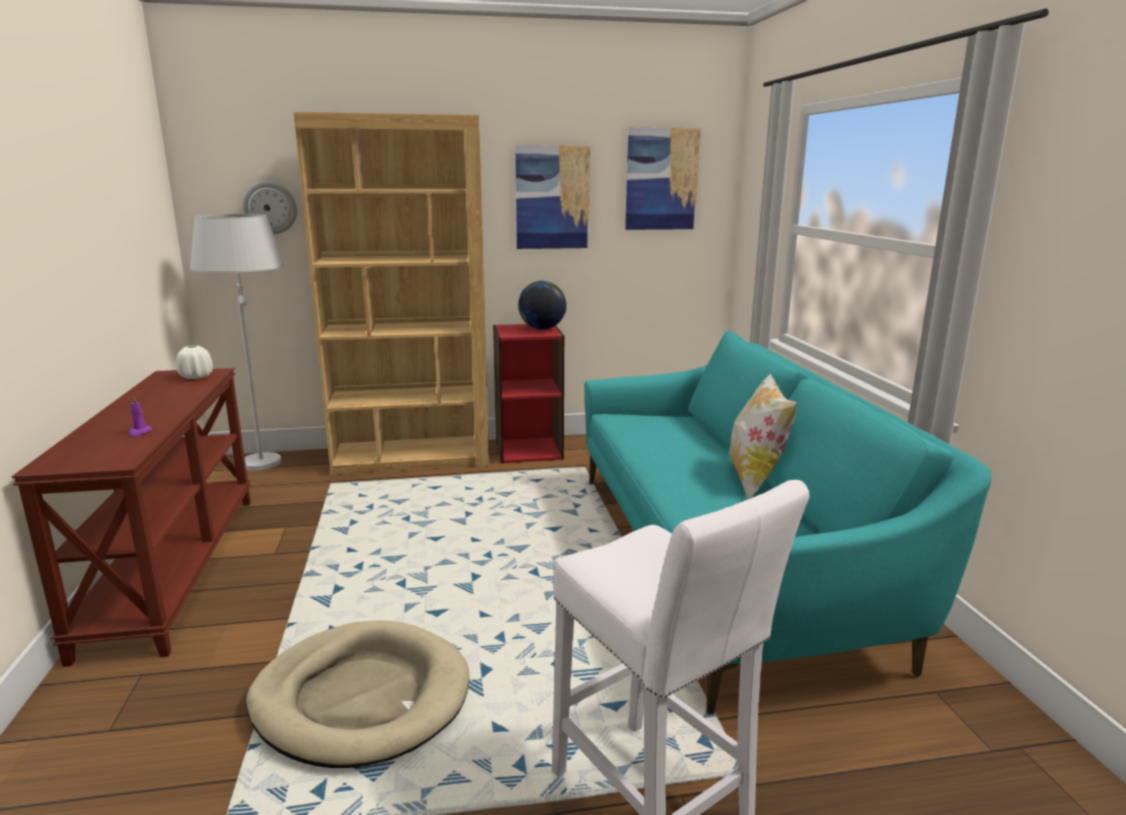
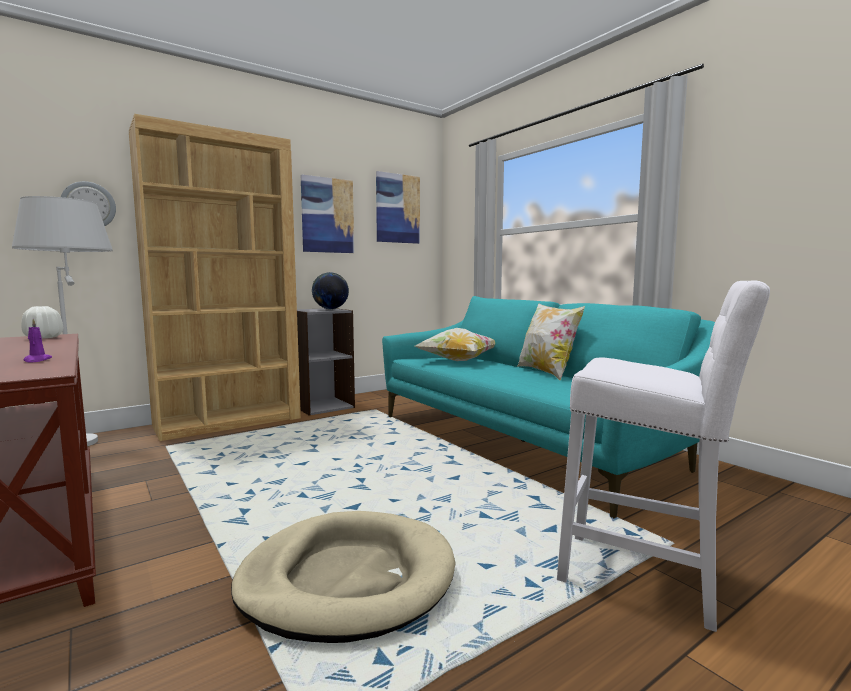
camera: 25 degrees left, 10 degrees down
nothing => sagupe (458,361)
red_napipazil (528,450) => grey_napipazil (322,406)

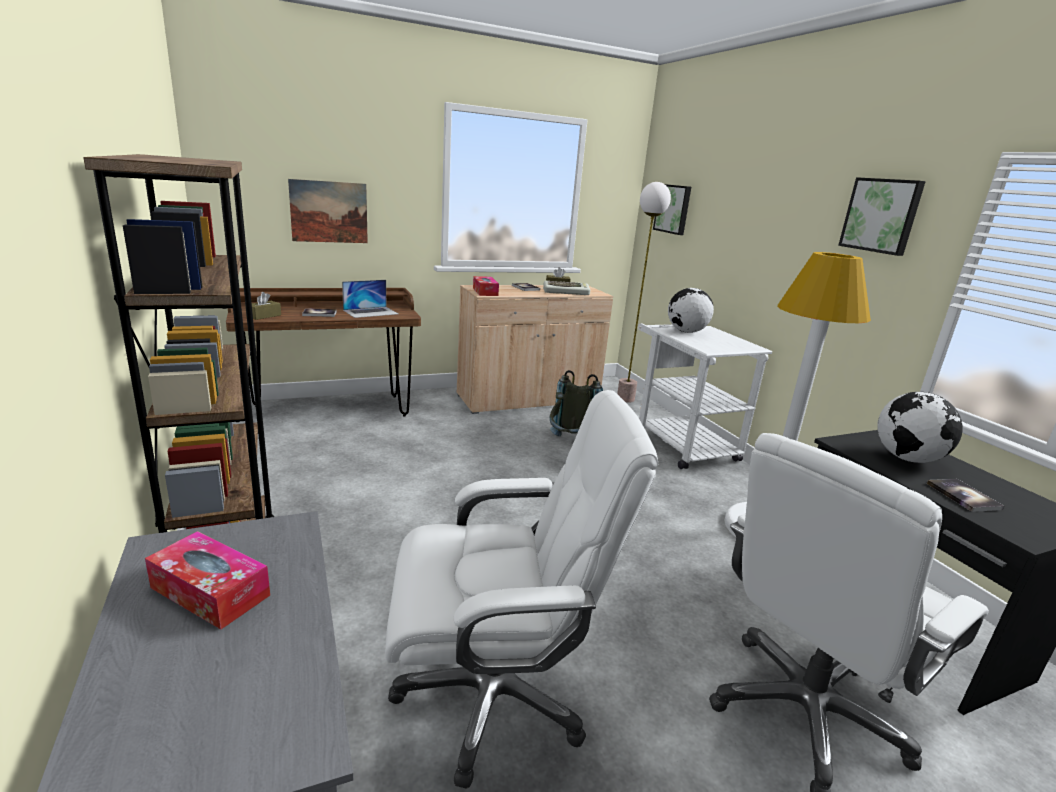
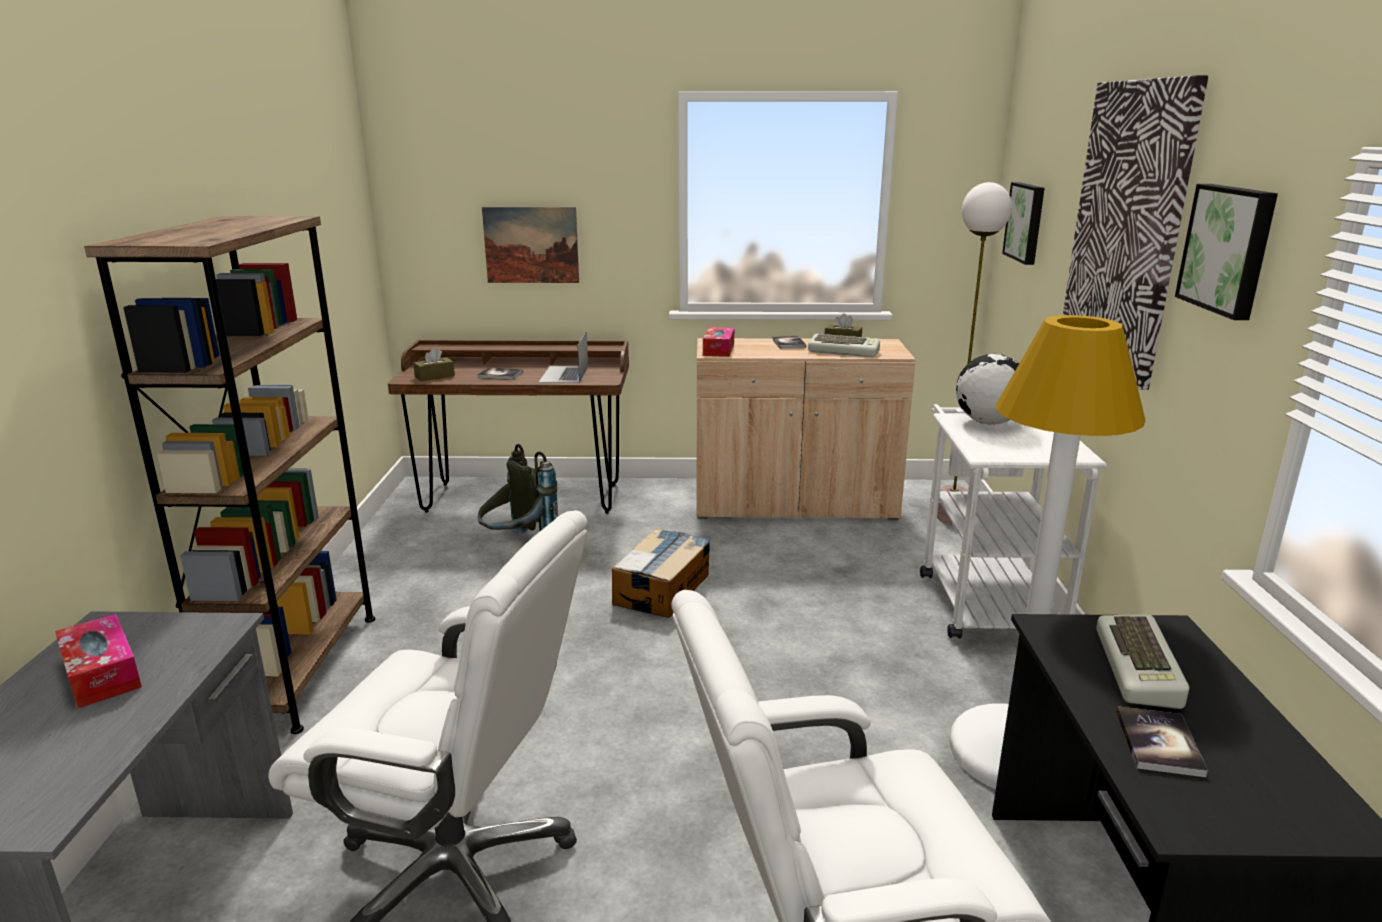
camera: 25 degrees right, 0 degrees up
nothing => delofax (662,588)
nothing => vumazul (1127,228)
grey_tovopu (570,444) => grey_tovopu (518,545), shifted
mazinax (907,459) => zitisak (1141,669)
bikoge (371,312) => bikoge (564,374), 105 degrees clockwise

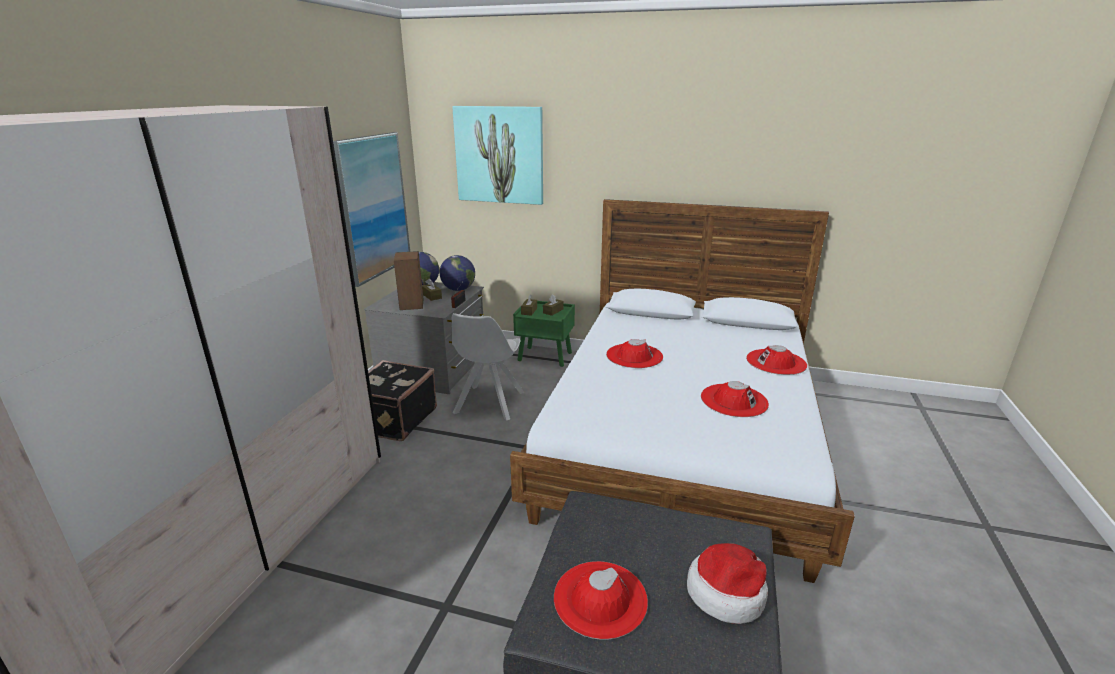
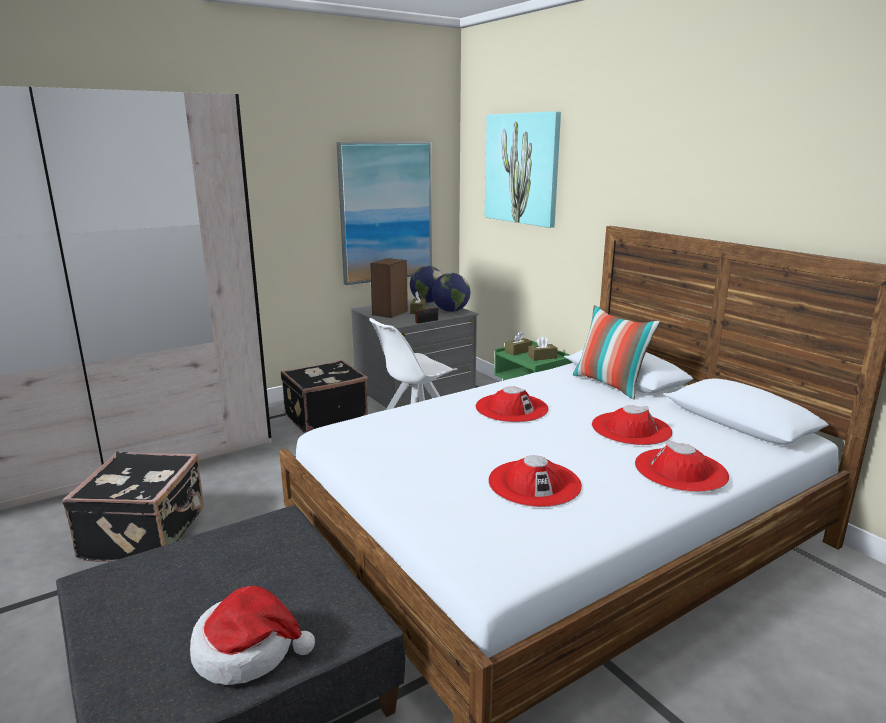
camera: 40 degrees right, 5 degrees down
nothing => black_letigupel (147,534)
nothing => sagupe (610,385)
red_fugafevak (600,598) => red_fugafevak (631,428), shifted

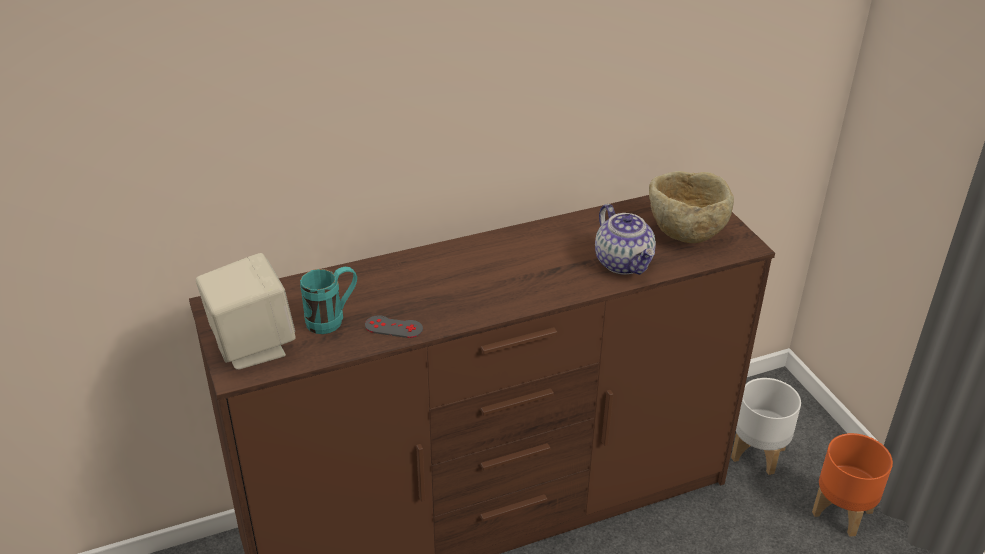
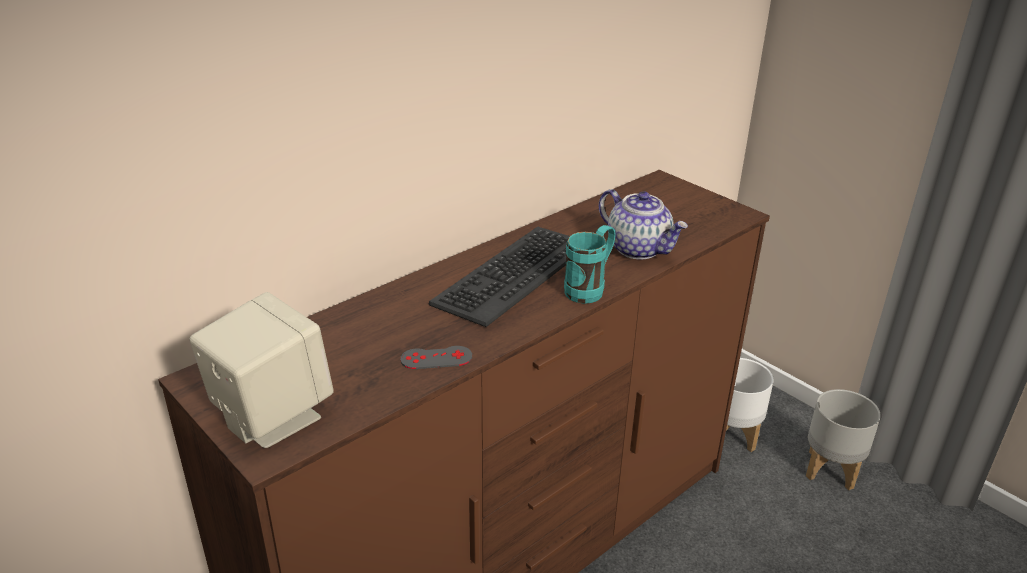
camera: 20 degrees left, 5 degrees down
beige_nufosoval (685,232) => nothing
nothing => zitisak (512,274)
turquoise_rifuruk (333,320) => turquoise_rifuruk (590,289), shifted
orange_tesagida (841,512) => grey_tesagida (829,469)

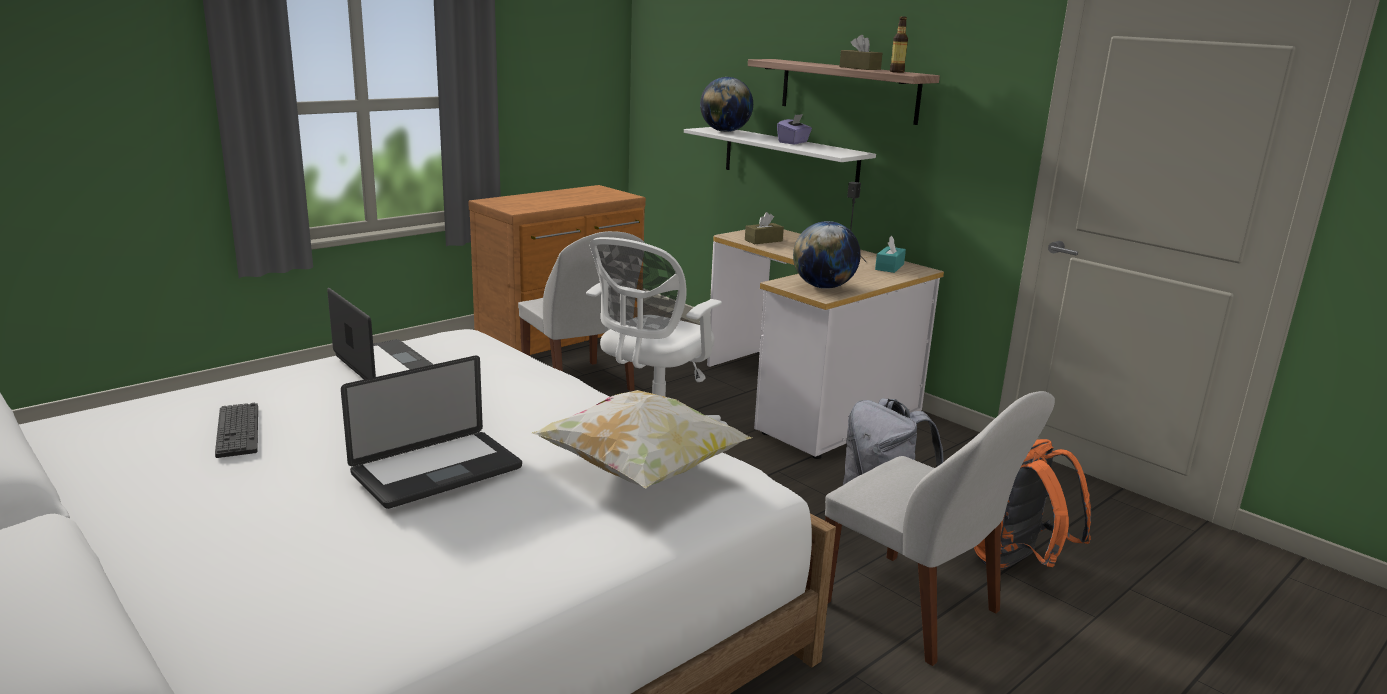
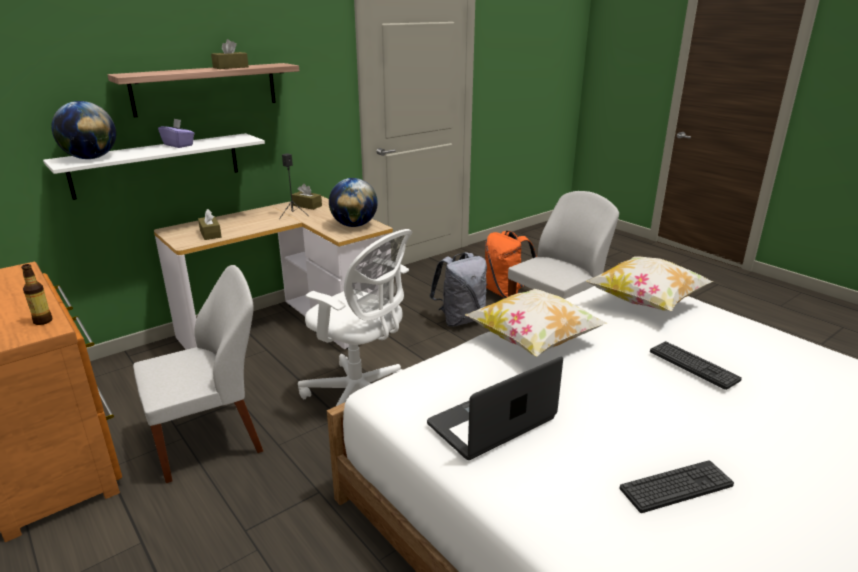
camera: 85 degrees left, 5 degrees up
nothing => sagupe (533,341)
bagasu (897,72) => bagasu (43,321), shifted
bikoge (437,471) => zitisak (693,365)
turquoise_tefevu (889,267) => brown_tefevu (307,205)

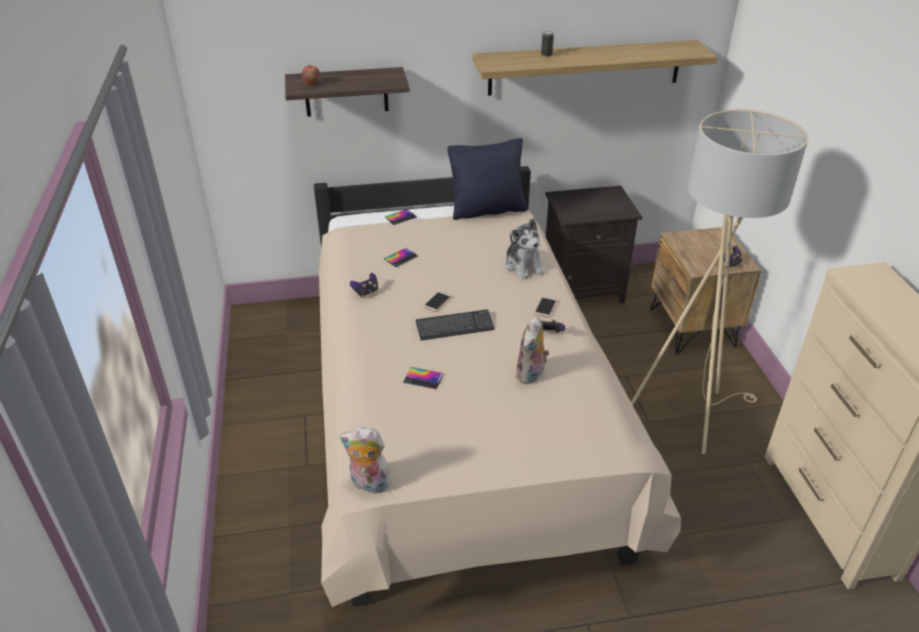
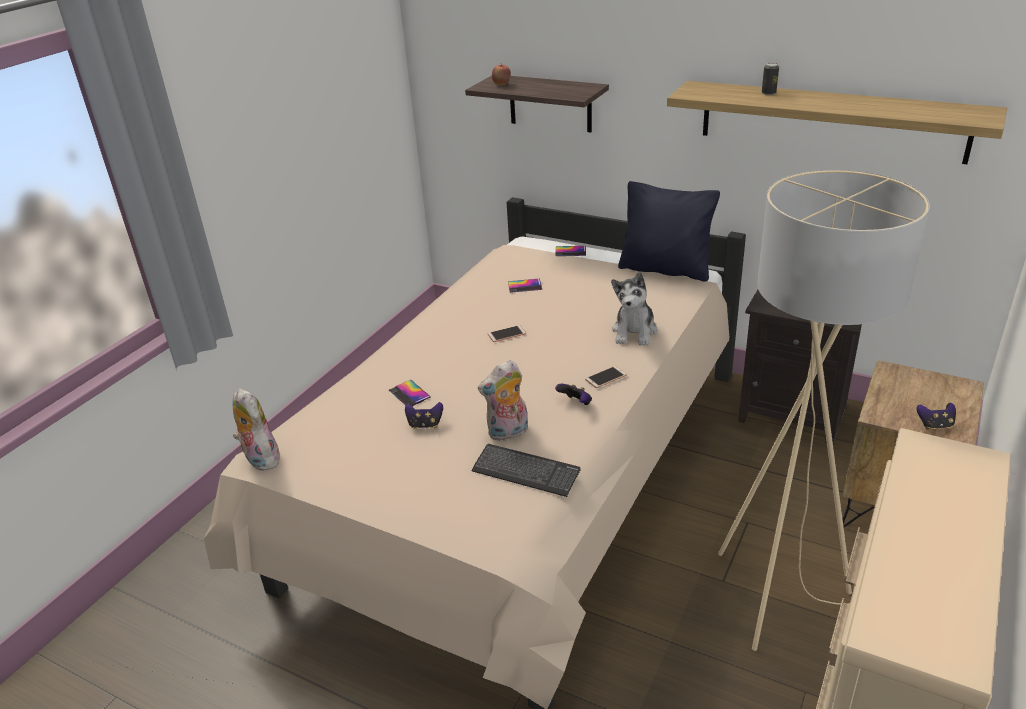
camera: 40 degrees right, 5 degrees down
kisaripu (366,292) => kisaripu (425,425), shifted
zitisak (454,326) => zitisak (526,472), shifted

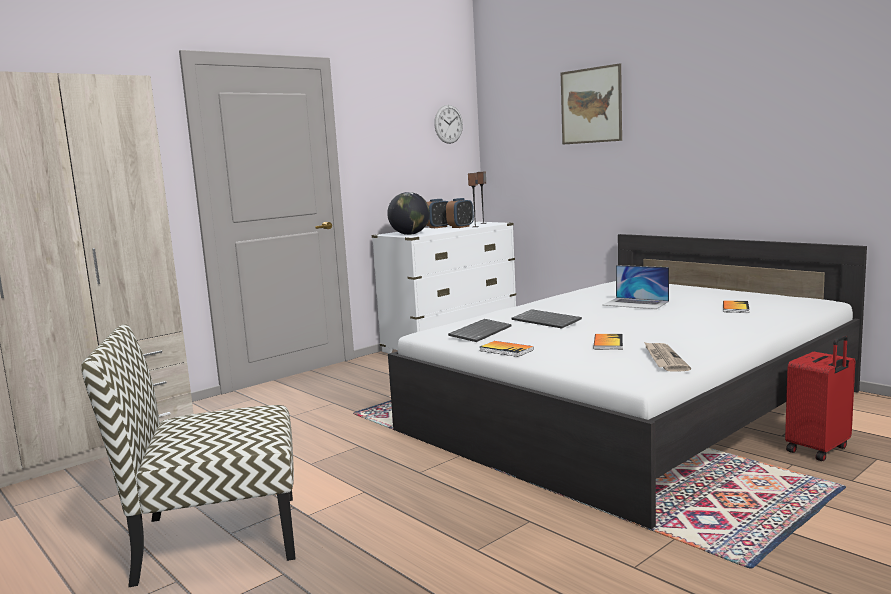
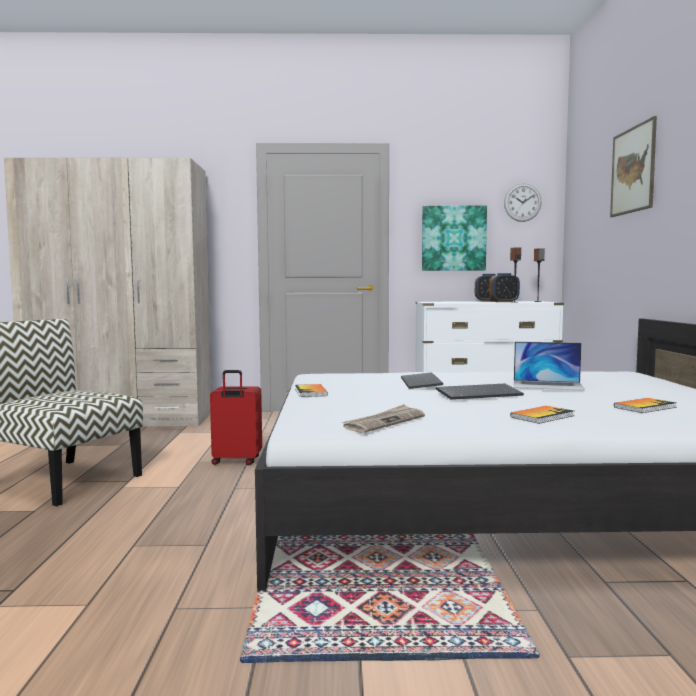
camera: 40 degrees right, 5 degrees down
mazinax (410,234) => nothing
nothing => vumazul (453,238)
zitisak (480,332) => zitisak (479,394), shifted
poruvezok (608,343) => poruvezok (542,416), shifted
red_letigupel (819,449) => red_letigupel (236,461), shifted
bikoge (636,303) => bikoge (547,385), 60 degrees counterclockwise

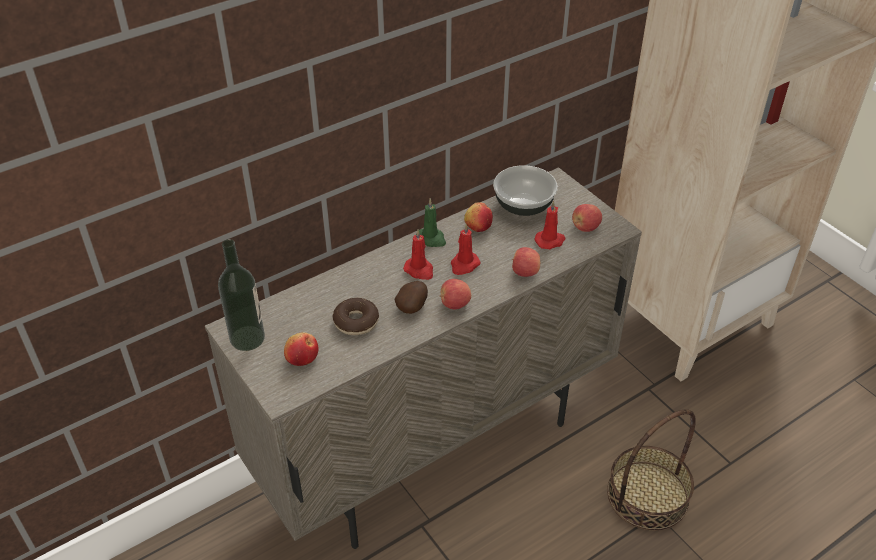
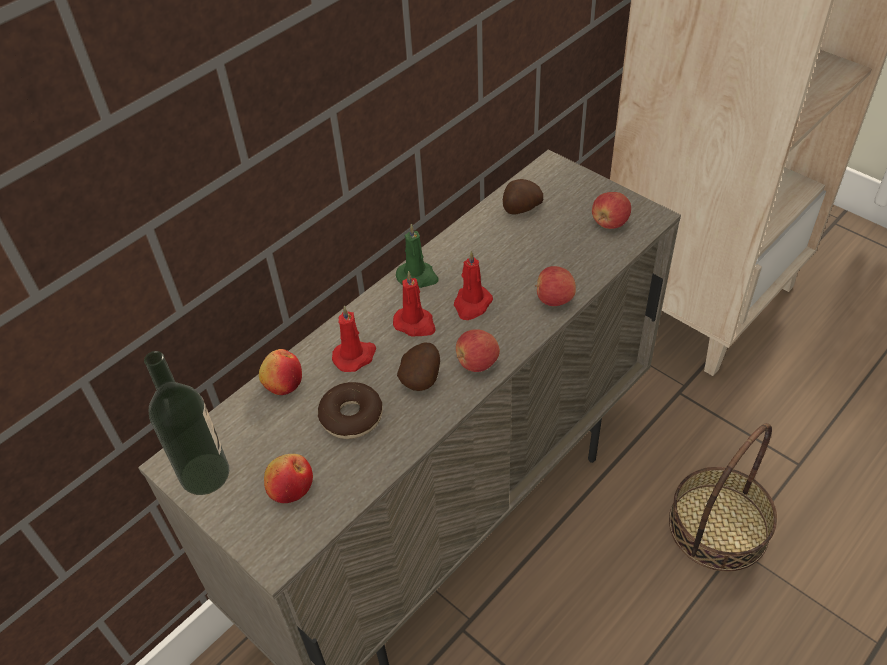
camera: 10 degrees left, 5 degrees up
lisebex (478,226) => lisebex (283,384), shifted
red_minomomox (550,241) => red_minomomox (355,356), shifted
nufosoval (522,206) => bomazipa (521,208)

